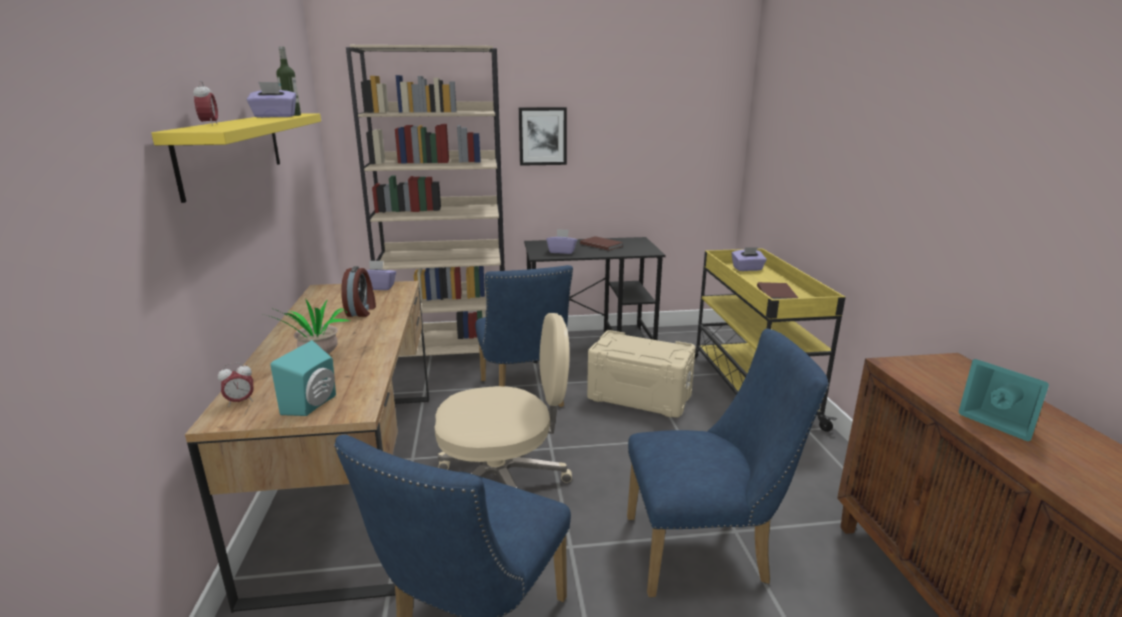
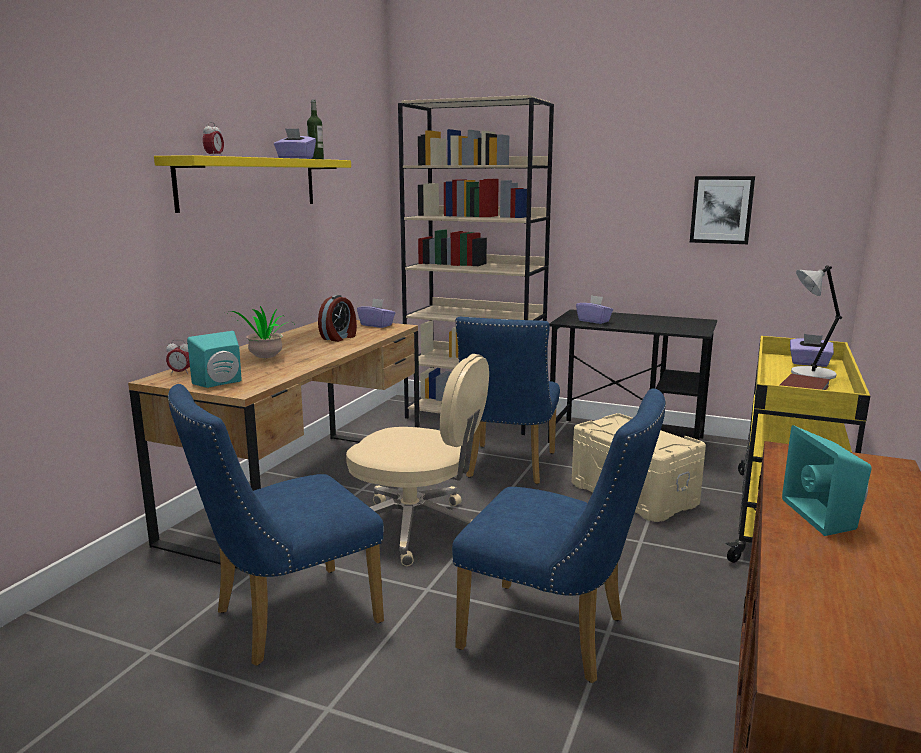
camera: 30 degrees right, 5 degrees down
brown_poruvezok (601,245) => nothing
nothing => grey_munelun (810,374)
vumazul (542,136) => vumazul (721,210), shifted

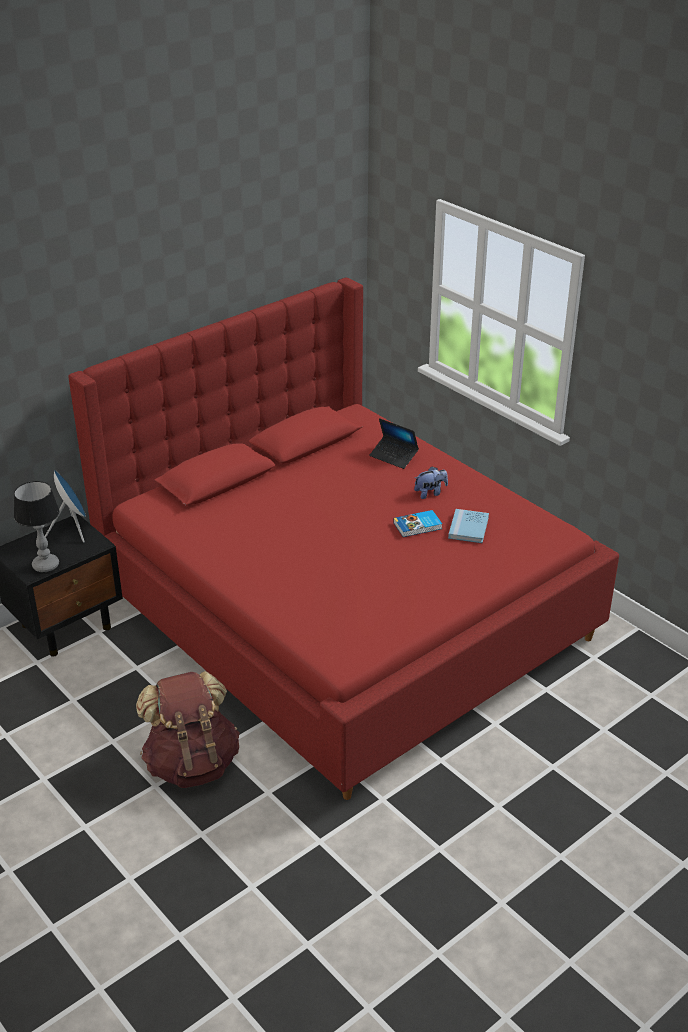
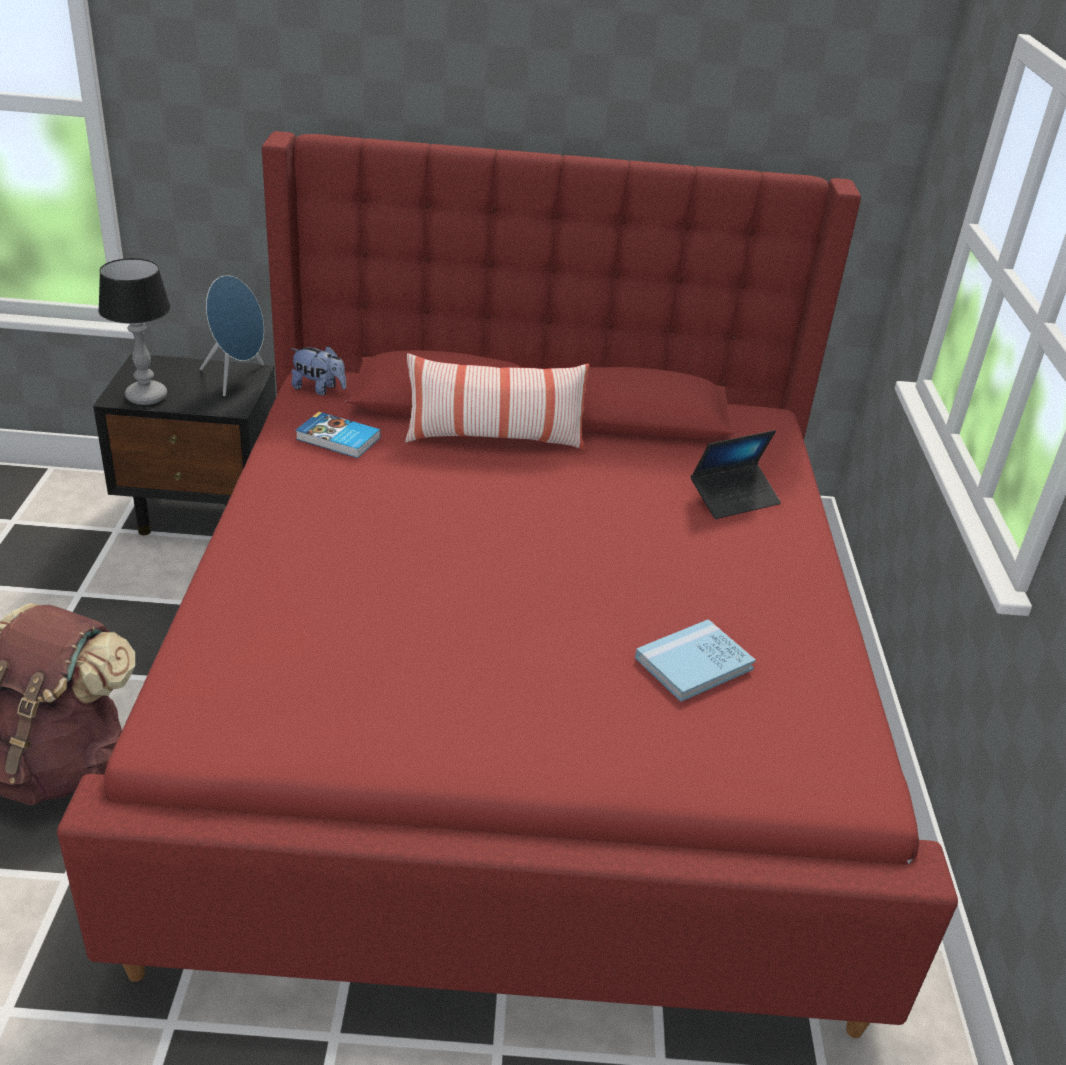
camera: 40 degrees right, 0 degrees up
nothing => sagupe (494,439)
poruvezok (418,526) => poruvezok (338,439), shifted
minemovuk (430,493) => minemovuk (319,389), shifted
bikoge (394,456) => bikoge (734,498), 105 degrees counterclockwise

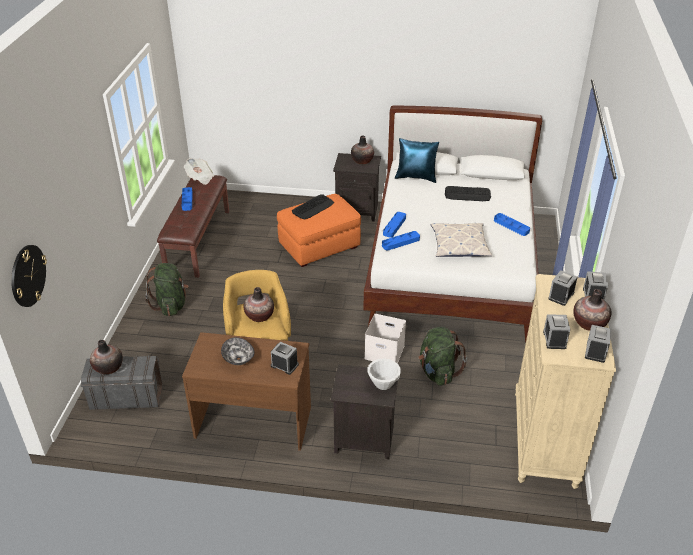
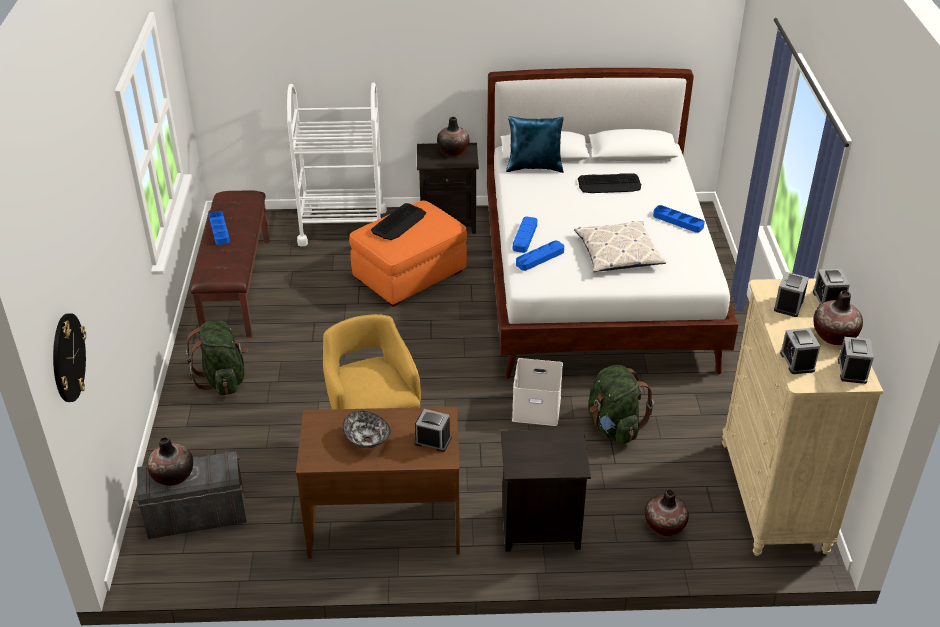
camera: 10 degrees left, 0 degrees up
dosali (200,178) => nothing
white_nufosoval (383,384) => nothing
nothing => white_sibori (343,227)
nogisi (259,316) => nogisi (664,526), shifted

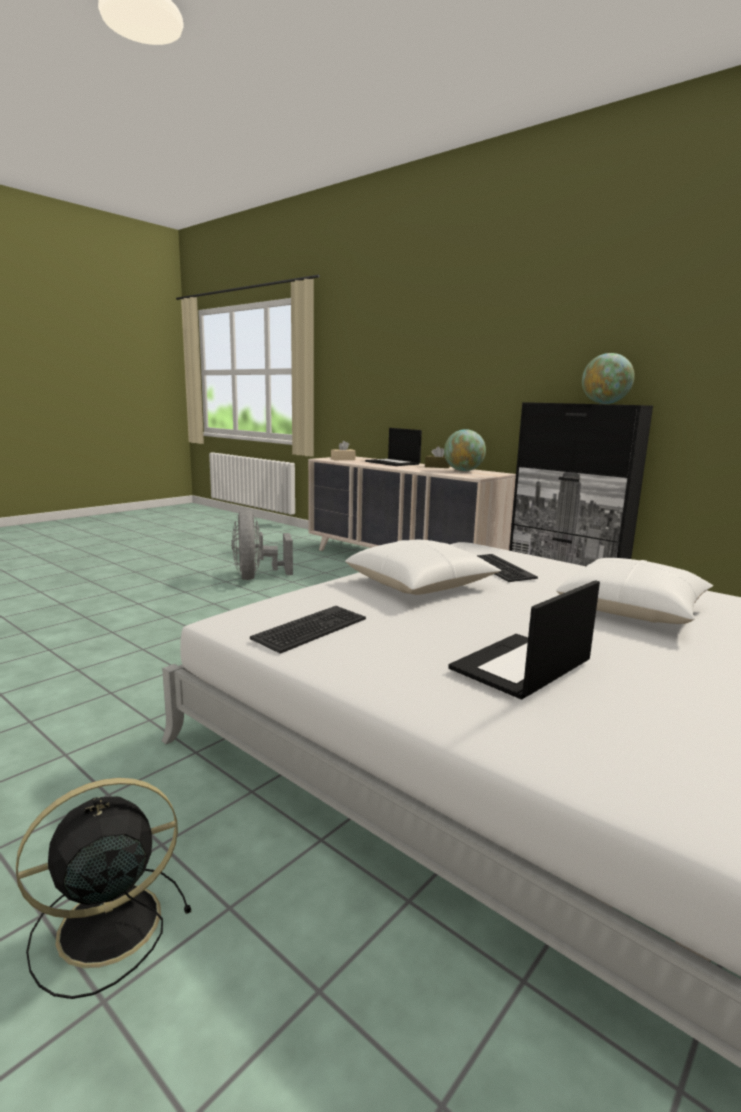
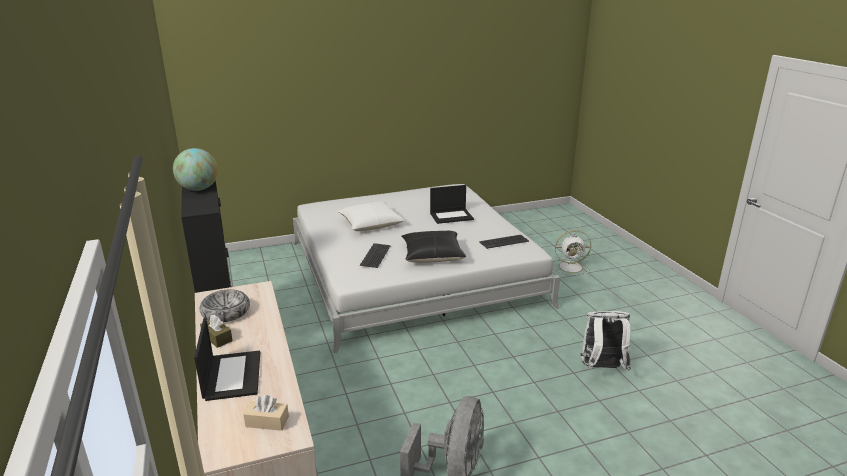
camera: 150 degrees left, 10 degrees up
nothing => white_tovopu (601,368)
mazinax (463,471) => nufosoval (226,312)
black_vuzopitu (104,926) => white_vuzopitu (571,267)
white_sagupe (420,585) => black_sagupe (432,255)

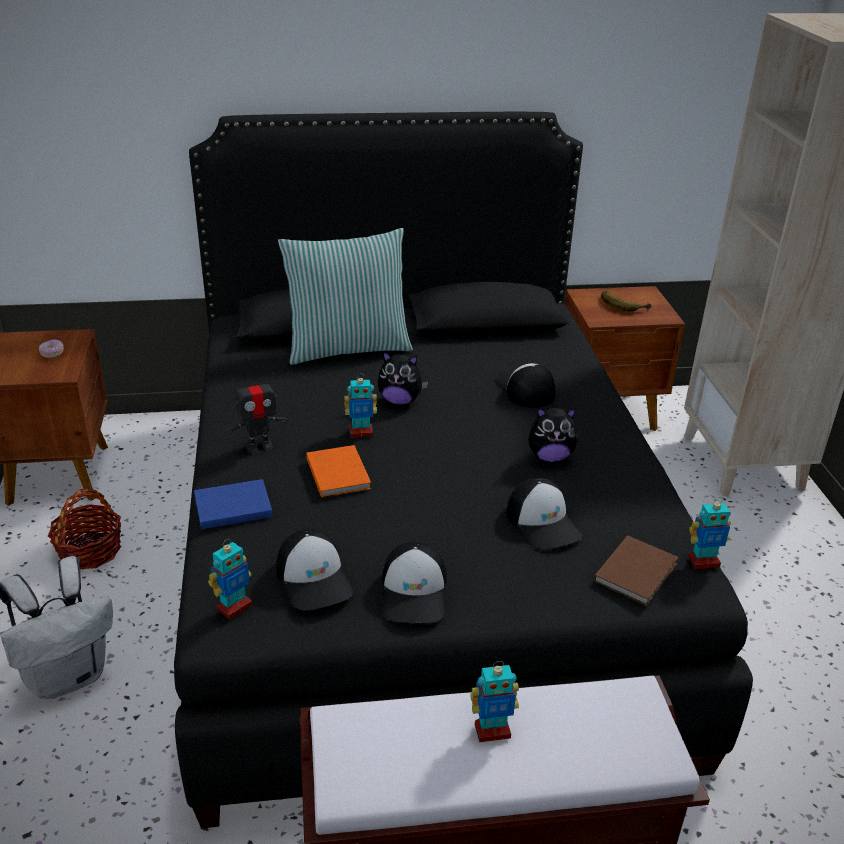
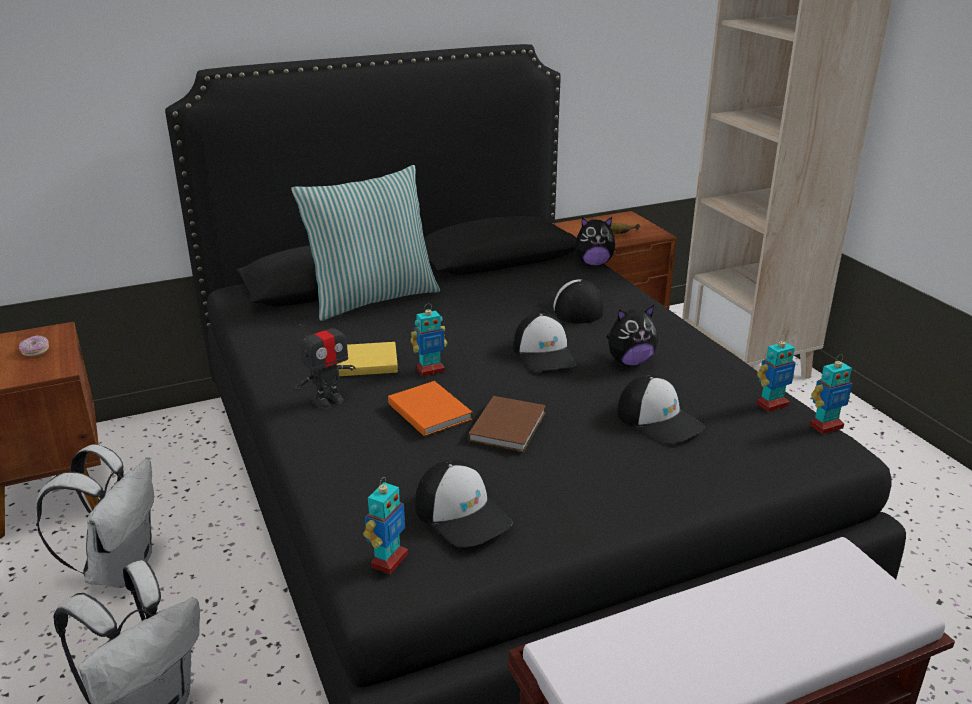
camera: 15 degrees left, 5 degrees down
blue_poruvezok (230,506) => nothing
nothing => yellow_poruvezok (361,362)
minemovuk (400,400) => minemovuk (593,263), shifted
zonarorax (414,593) => zonarorax (544,354), shifted
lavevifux (492,730) => lavevifux (772,404), shifted
brown_poruvezok (638,572) => brown_poruvezok (509,426), shifted
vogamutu (90,550) => white_tovopu (119,568)

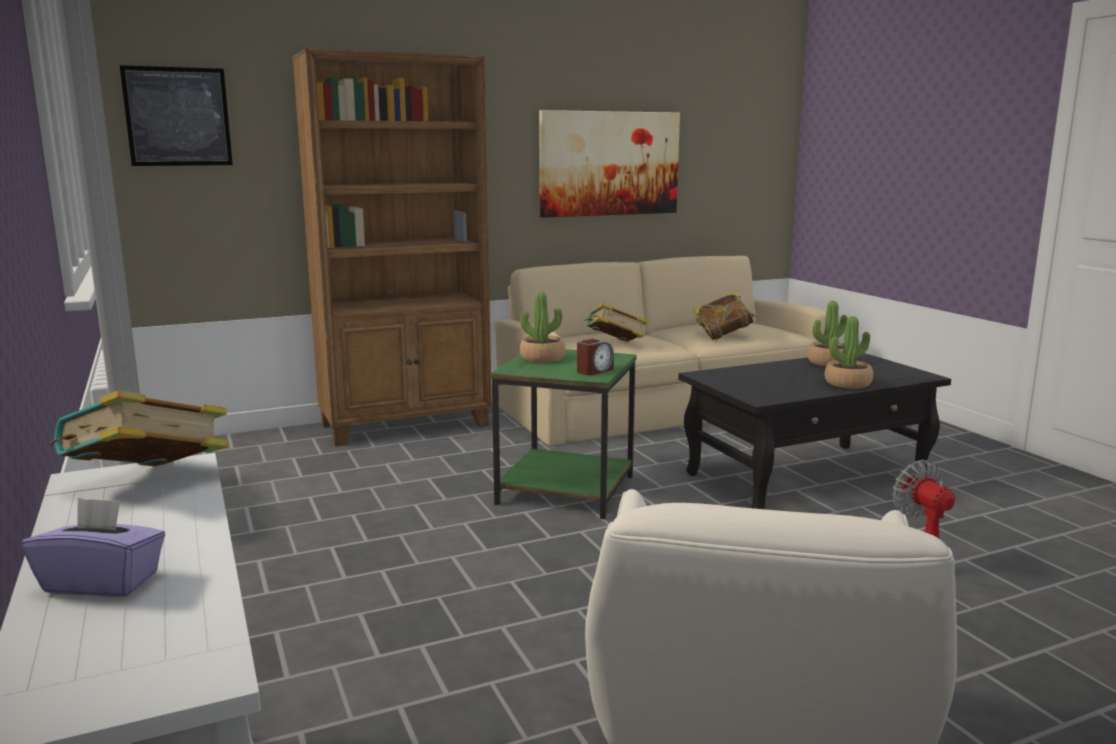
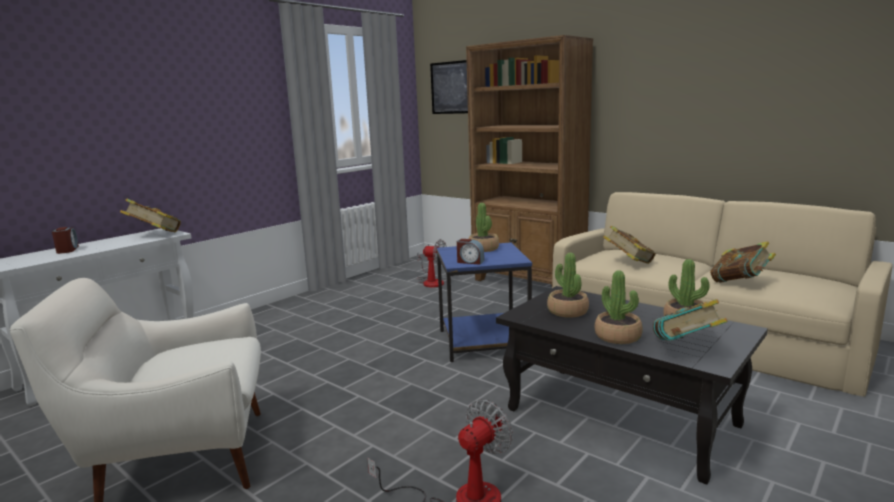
camera: 65 degrees right, 0 degrees up
vumazul (609,163) => nothing
nothing => vuzopitu (431,281)
nothing => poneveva (567,311)
nothing => poruvezok (686,348)
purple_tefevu (103,582) => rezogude (67,250)
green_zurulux (564,489) => blue_zurulux (484,341)

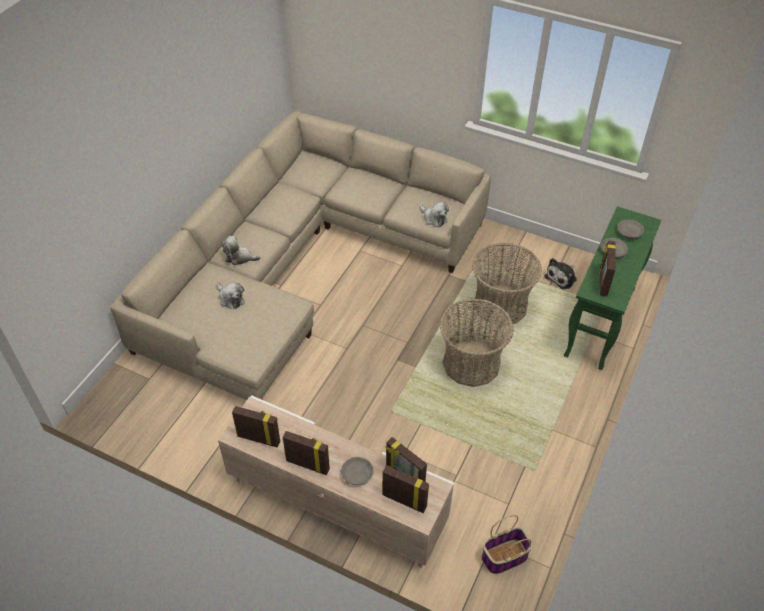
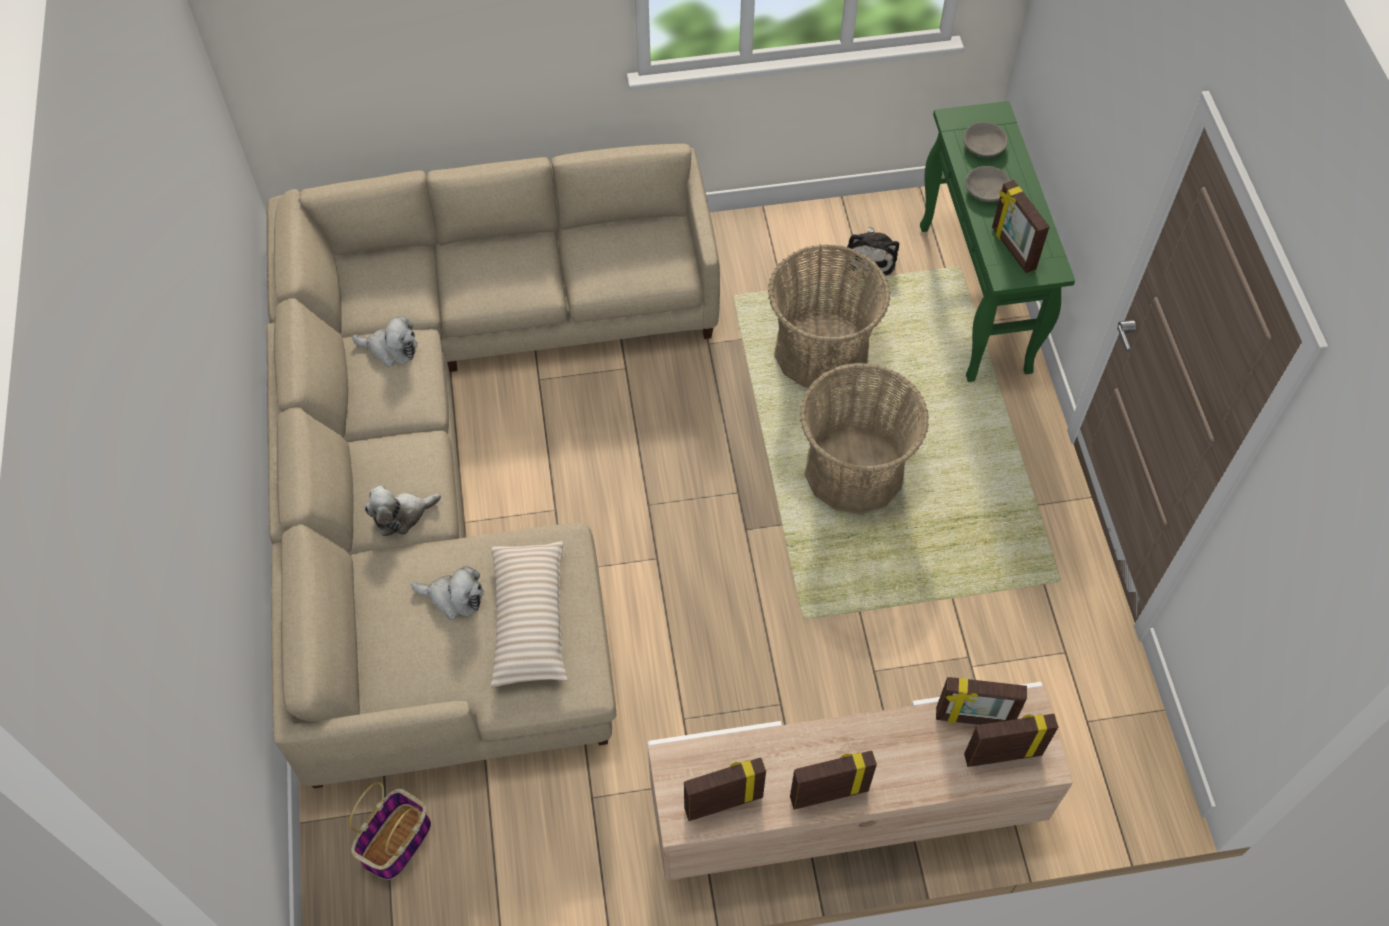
camera: 35 degrees left, 10 degrees up
grey_nufosoval (357,474) => nothing
nothing => beige_sagupe (529,619)
minemovuk (433,218) => minemovuk (391,349), shifted
vogamutu (504,557) => vogamutu (396,843), shifted

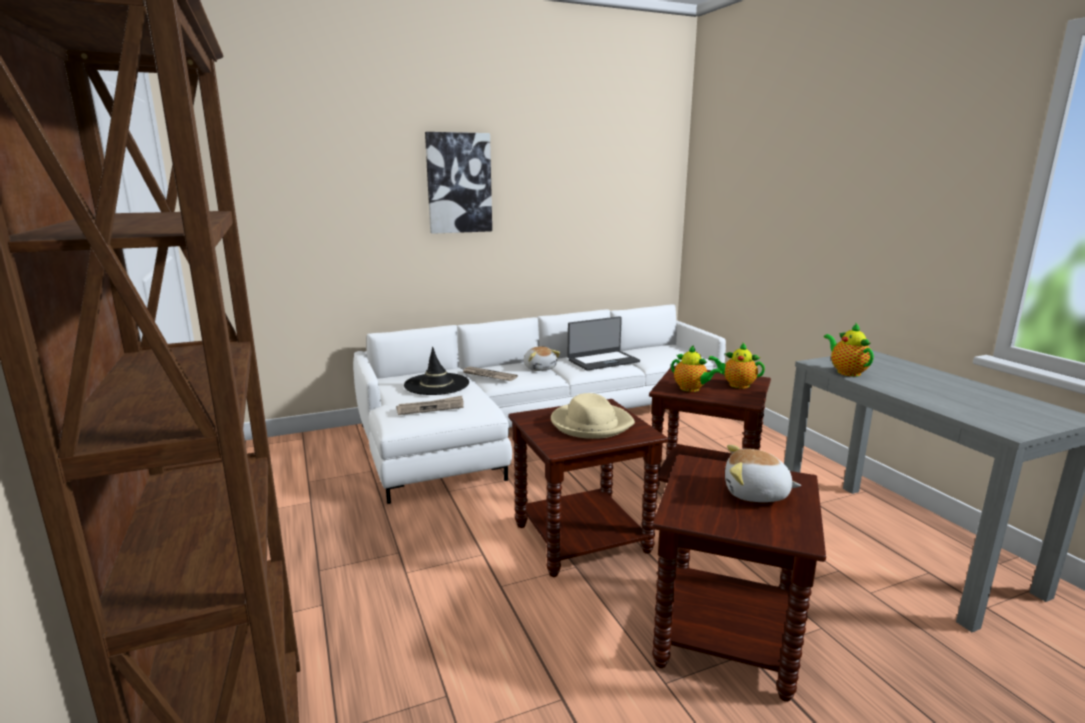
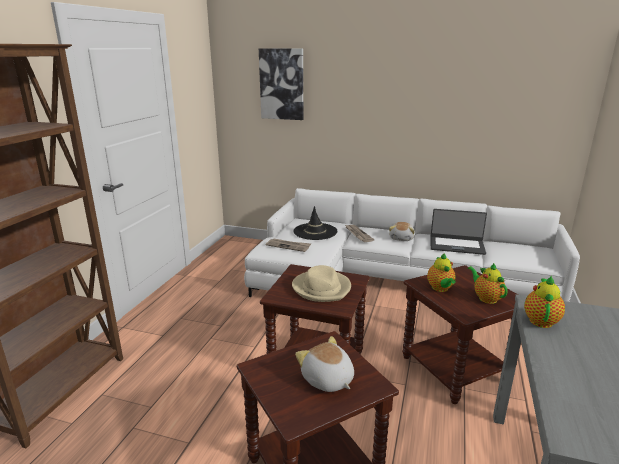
camera: 40 degrees right, 5 degrees up
vumazul (459,183) => vumazul (282,84), shifted

